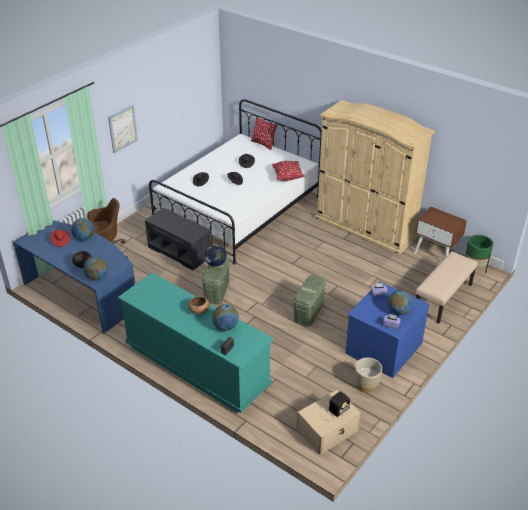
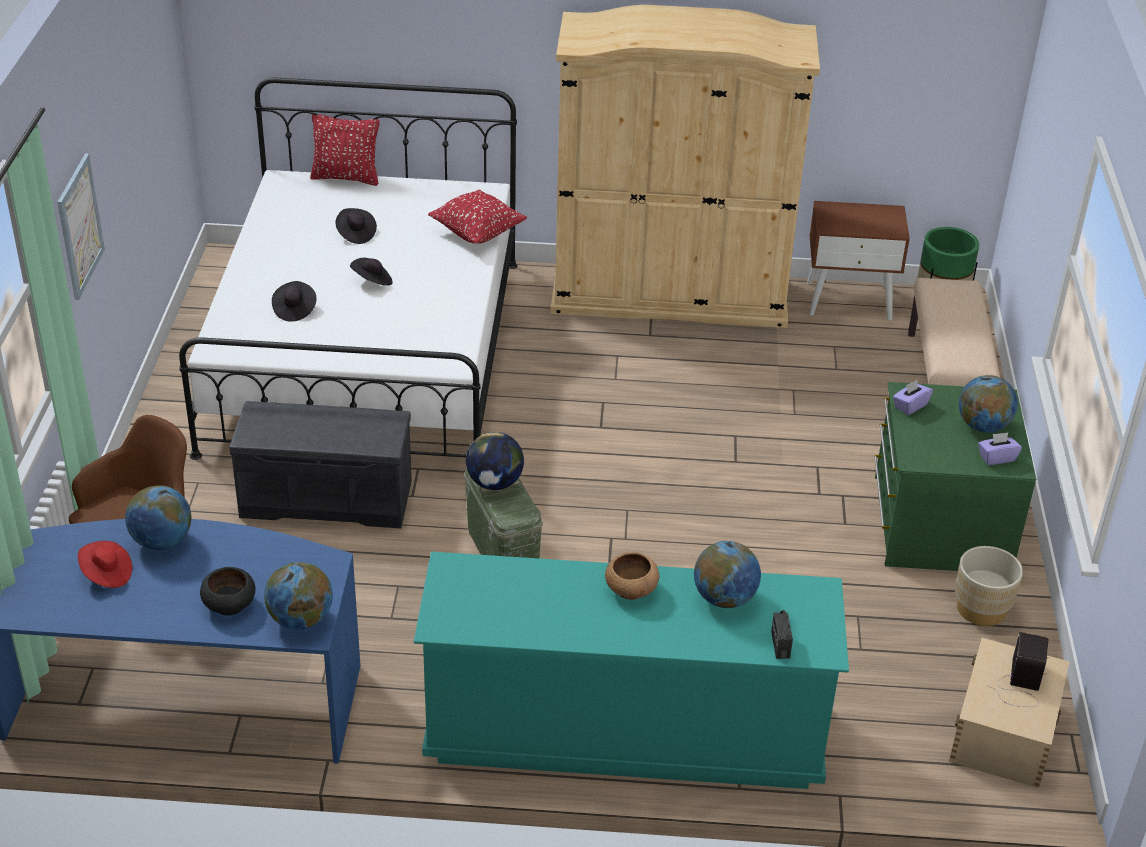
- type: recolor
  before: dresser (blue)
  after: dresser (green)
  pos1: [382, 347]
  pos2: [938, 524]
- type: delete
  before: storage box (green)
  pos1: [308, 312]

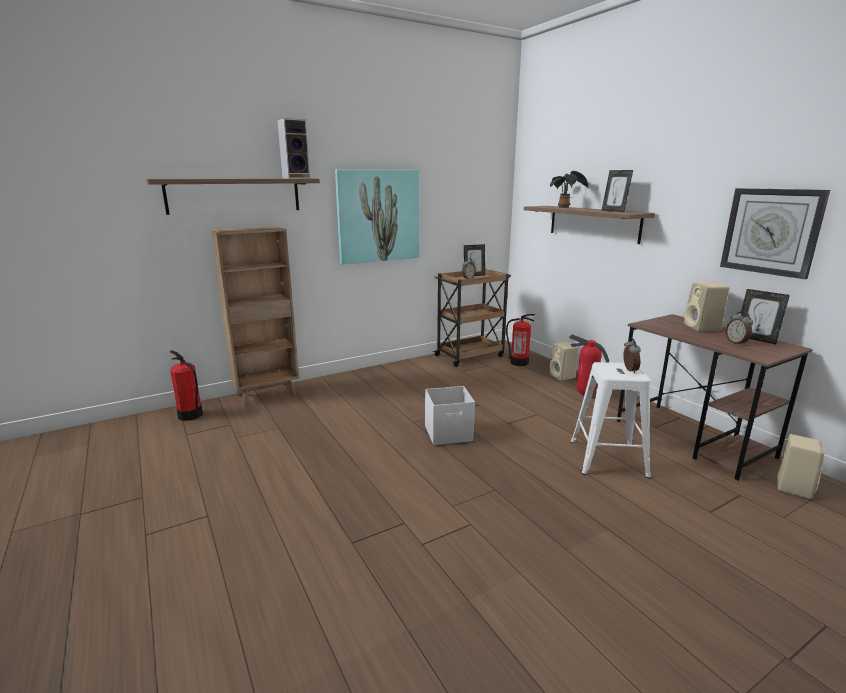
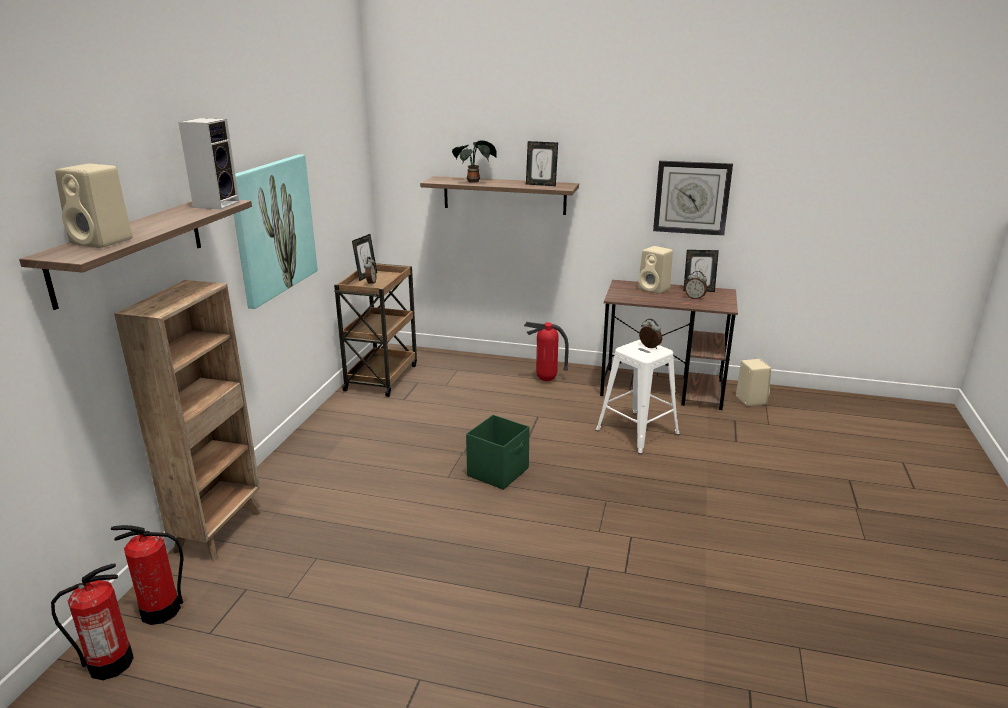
- type: move
  before: fire extinguisher
  pos1: [519, 362]
  pos2: [110, 663]
- type: move
  before: speaker (beige)
  pos1: [563, 376]
  pos2: [103, 241]
- type: recolor
  before: storage box (white)
  after: storage box (green)
  pos1: [449, 434]
  pos2: [499, 472]

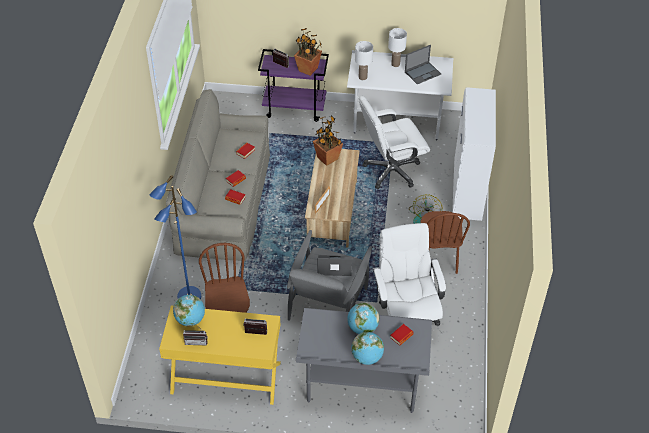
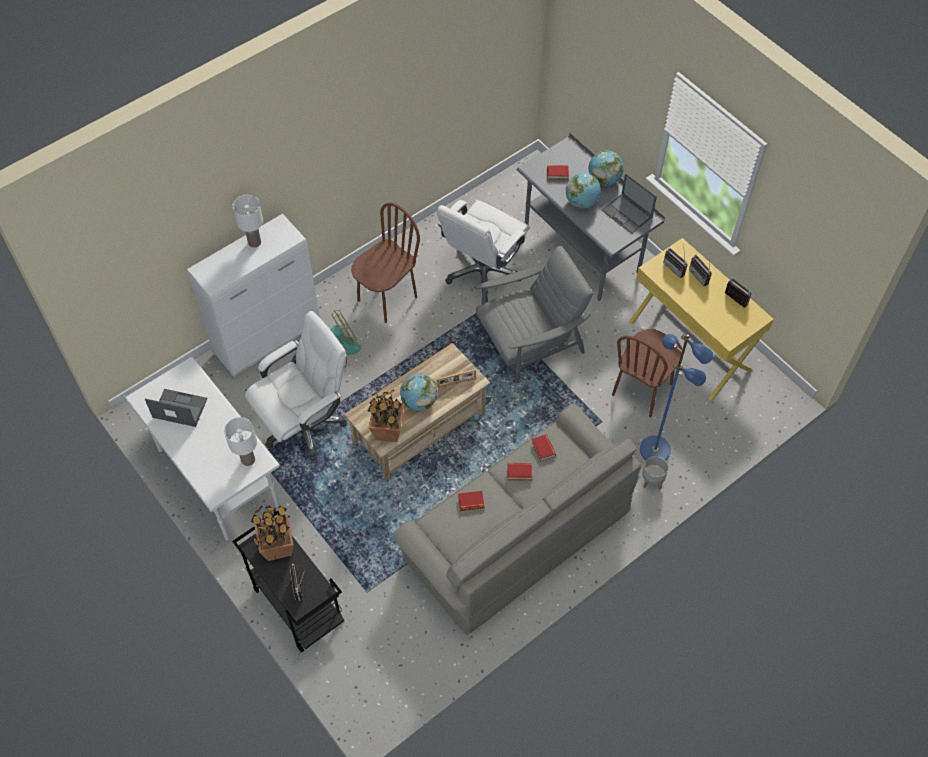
- type: recolor
  before: cart (purple)
  after: cart (black)
  pos1: [295, 108]
  pos2: [297, 605]
- type: move
  before: table lamp (white)
  pos1: [395, 64]
  pos2: [254, 242]
- type: rotate
  before: office chair (white)
  pos1: [391, 171]
  pos2: [304, 424]
  turn: -60
- type: move
  before: globe
  pos1: [190, 320]
  pos2: [419, 401]
- type: move
  before: laptop
  pos1: [334, 266]
  pos2: [627, 214]
- type: insert
  after: planter (grey)
  pos2: [652, 481]
- type: insert
  after: radio
  pos2: [701, 276]

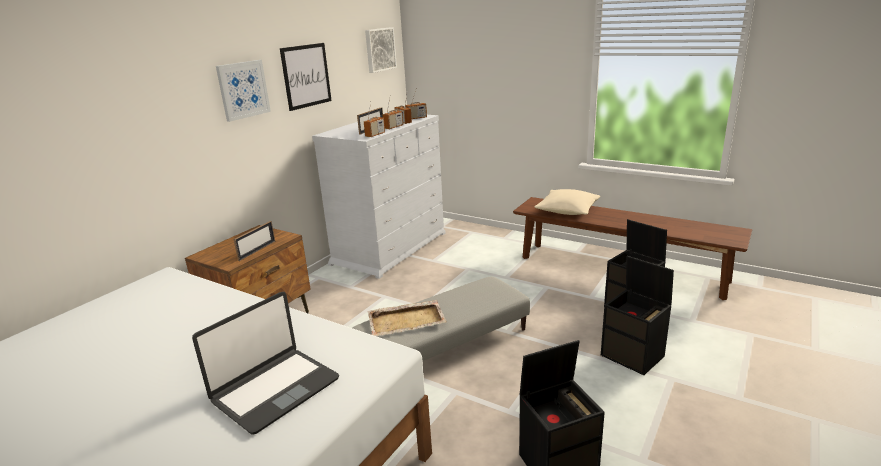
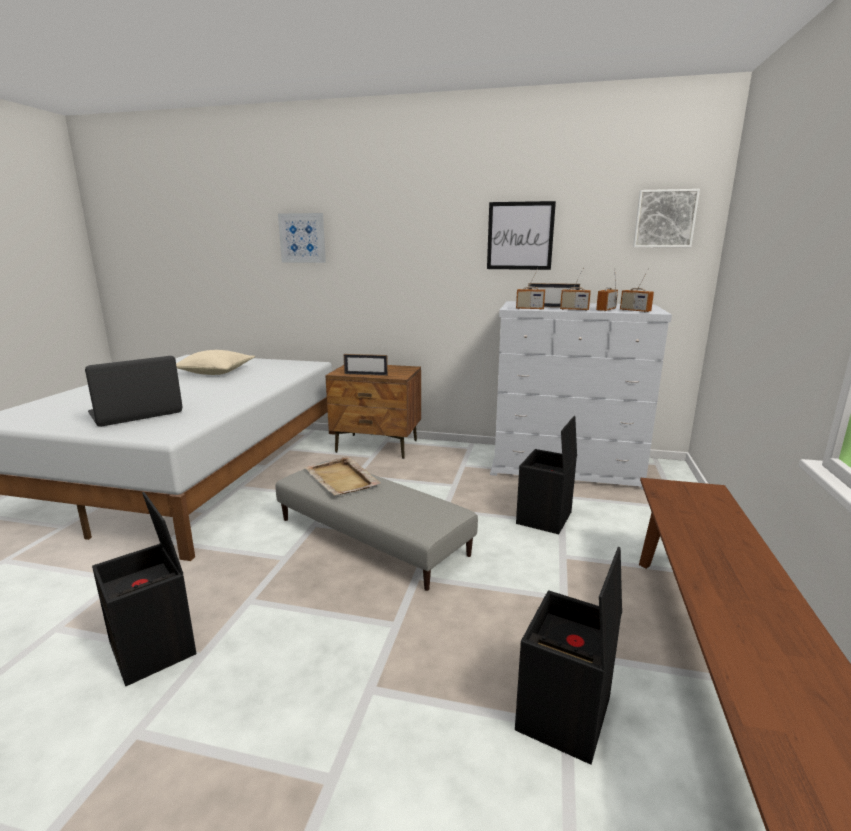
- type: rotate
  before: laptop
  pos1: [275, 390]
  pos2: [136, 413]
  turn: 120
- type: move
  before: pillow (beige)
  pos1: [567, 210]
  pos2: [215, 372]
- type: move
  before: picture
  pos1: [243, 90]
  pos2: [302, 238]
- type: move
  before: storage box (black)
  pos1: [633, 356]
  pos2: [544, 518]

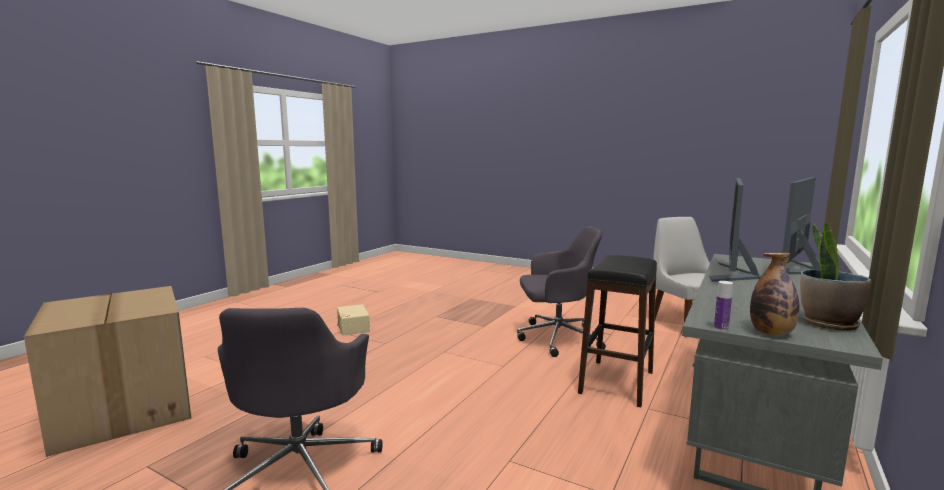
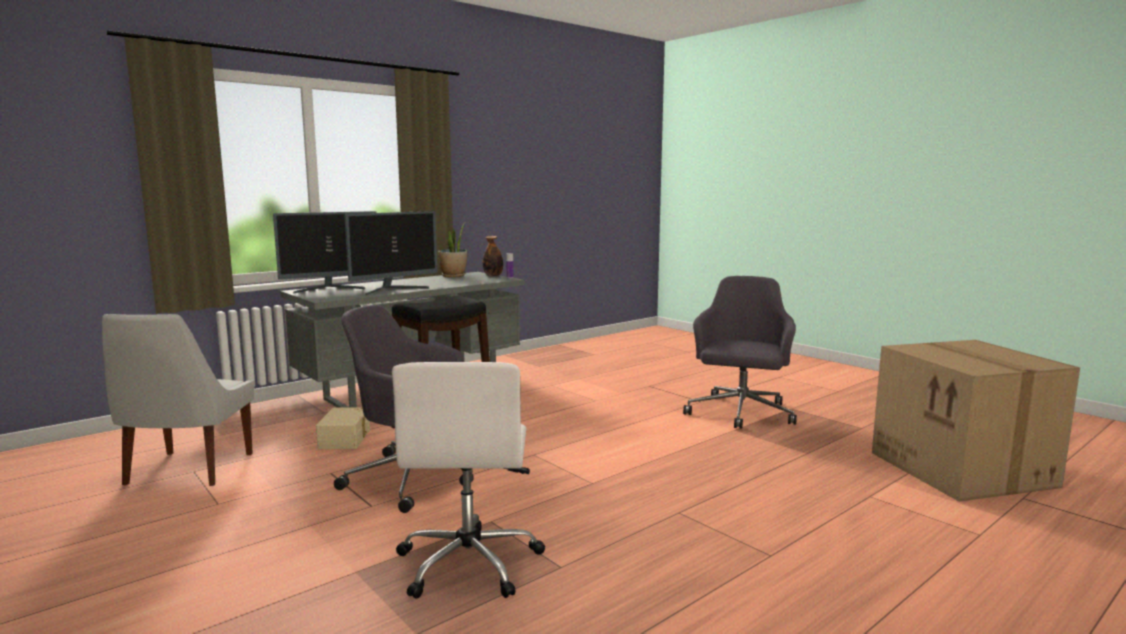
- type: move
  before: storage box (beige)
  pos1: [352, 327]
  pos2: [346, 439]
- type: insert
  after: office chair (white)
  pos2: [469, 562]

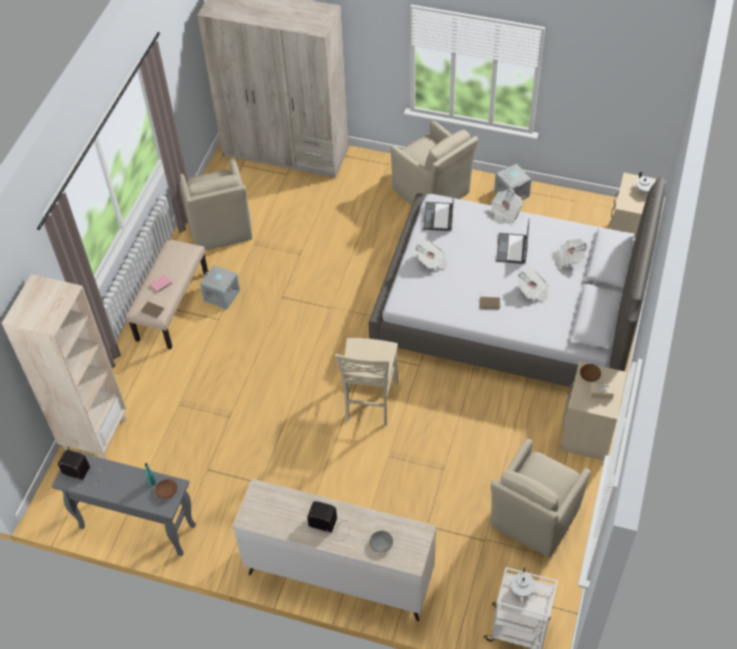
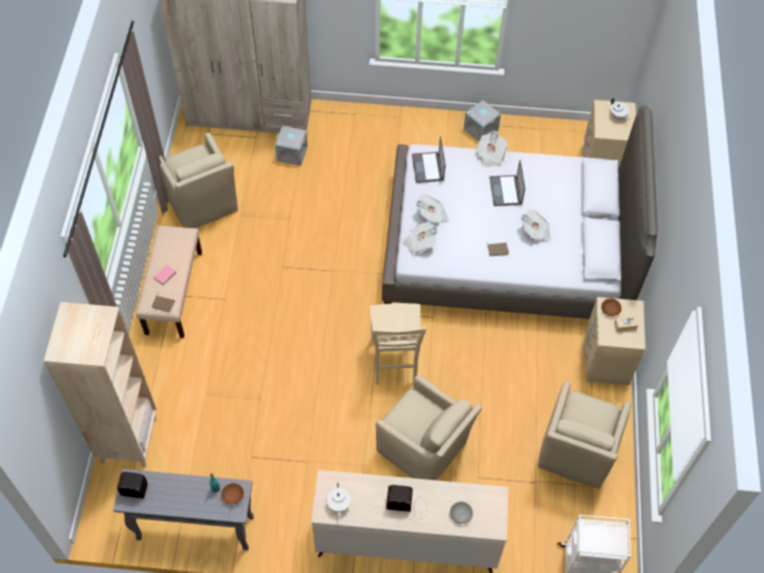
- type: move
  before: storage box (grey)
  pos1: [222, 295]
  pos2: [292, 153]
- type: move
  before: teapot (white)
  pos1: [521, 590]
  pos2: [338, 504]
- type: move
  before: armchair (beige)
  pos1: [432, 193]
  pos2: [423, 449]
- type: move
  before: newspaper
  pos1: [567, 258]
  pos2: [419, 243]

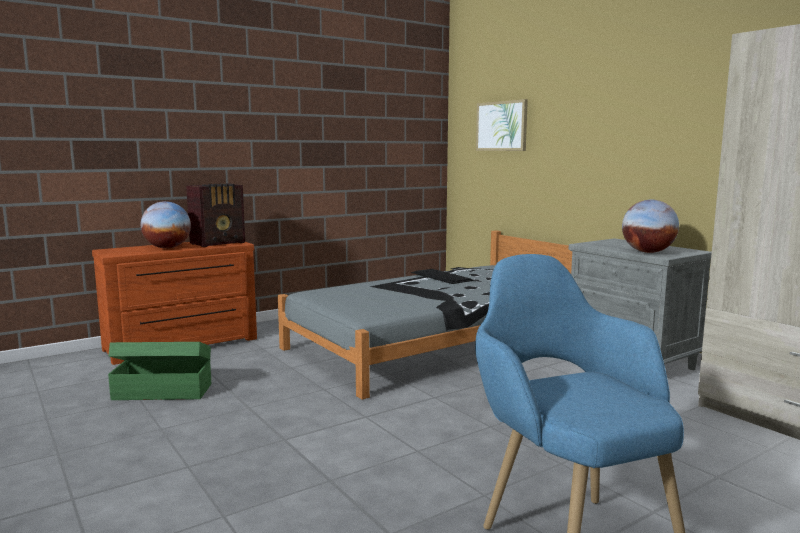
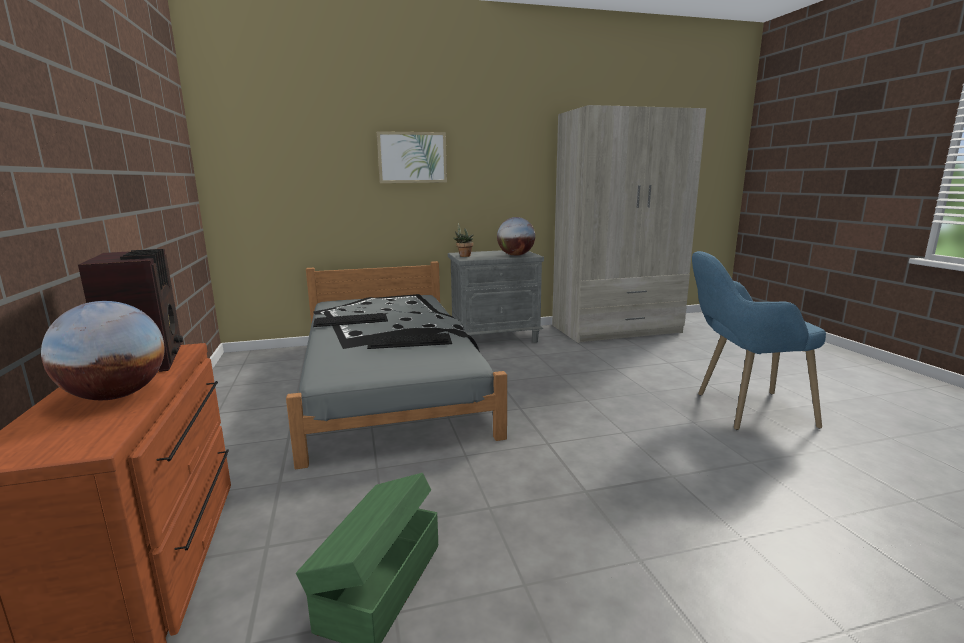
- type: insert
  after: keyboard
  pos2: [410, 341]
- type: move
  before: picture
  pos1: [502, 126]
  pos2: [412, 157]
- type: insert
  after: potted plant
  pos2: [463, 256]

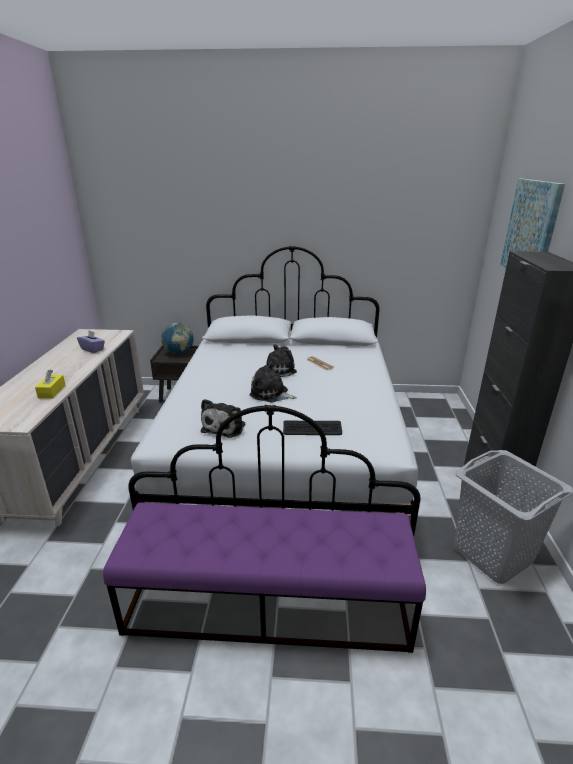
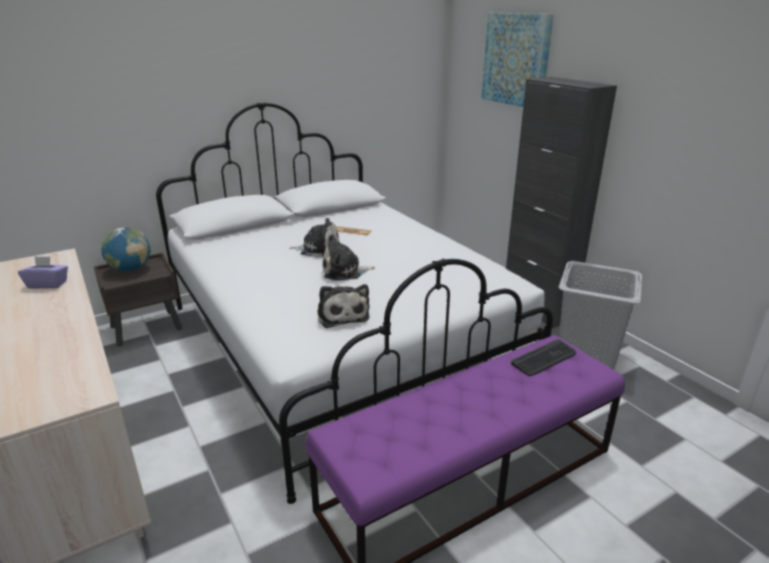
- type: rotate
  before: plush toy
  pos1: [277, 371]
  pos2: [318, 249]
  turn: 75
- type: move
  before: keyboard
  pos1: [312, 429]
  pos2: [544, 358]
- type: delete
  before: tissue box (yellow)
  pos1: [52, 391]

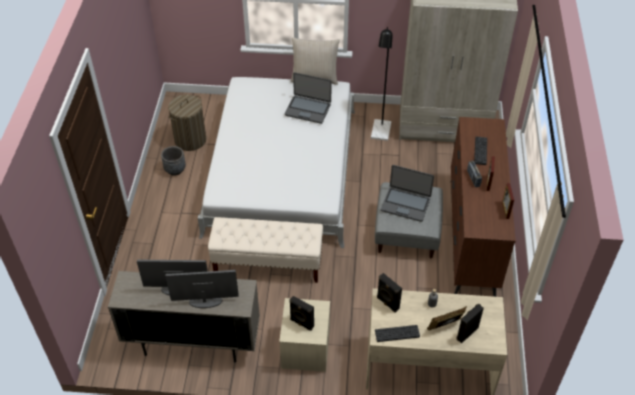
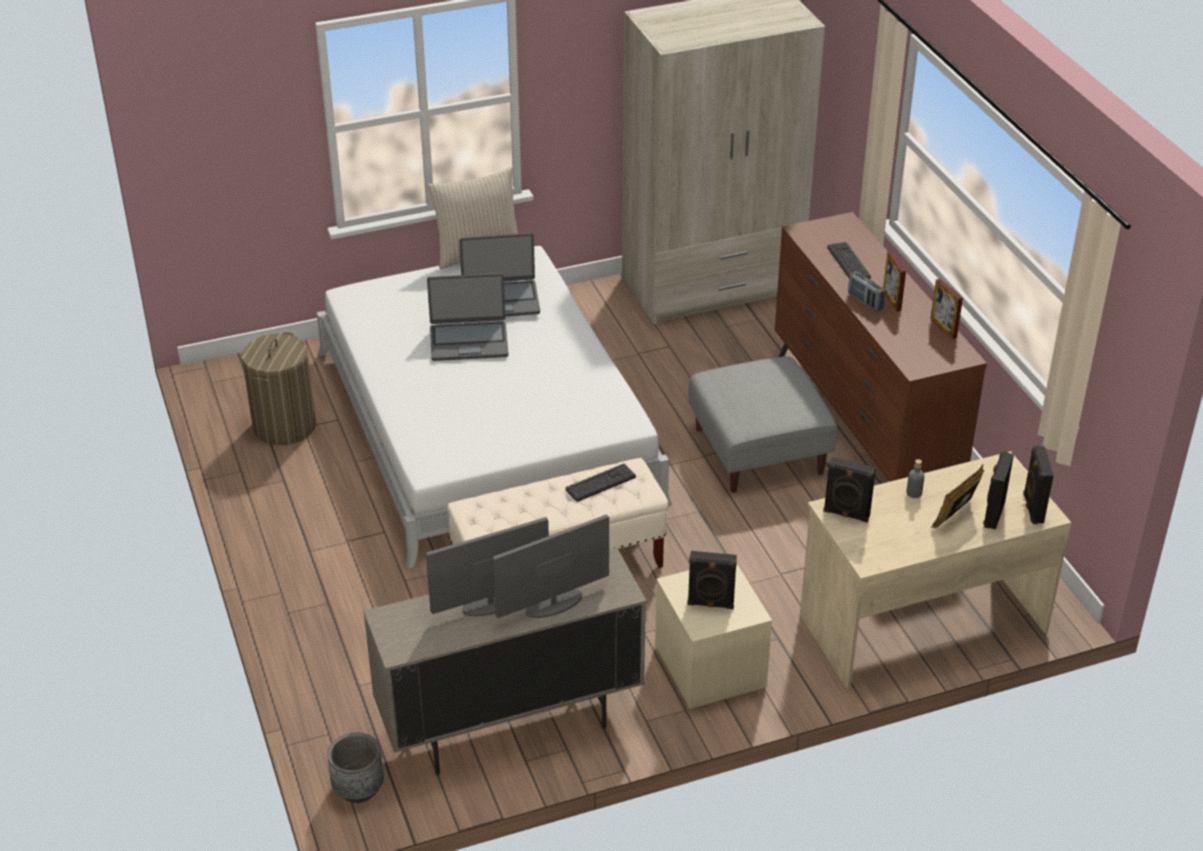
- type: move
  before: planter (grey)
  pos1: [175, 170]
  pos2: [358, 789]
- type: move
  before: laptop
  pos1: [405, 204]
  pos2: [469, 341]
- type: move
  before: keyboard
  pos1: [397, 333]
  pos2: [600, 483]
- type: insert
  after: speaker (black)
  pos2: [1032, 508]
- type: delete
  before: floor lamp (black)
  pos1: [380, 134]

